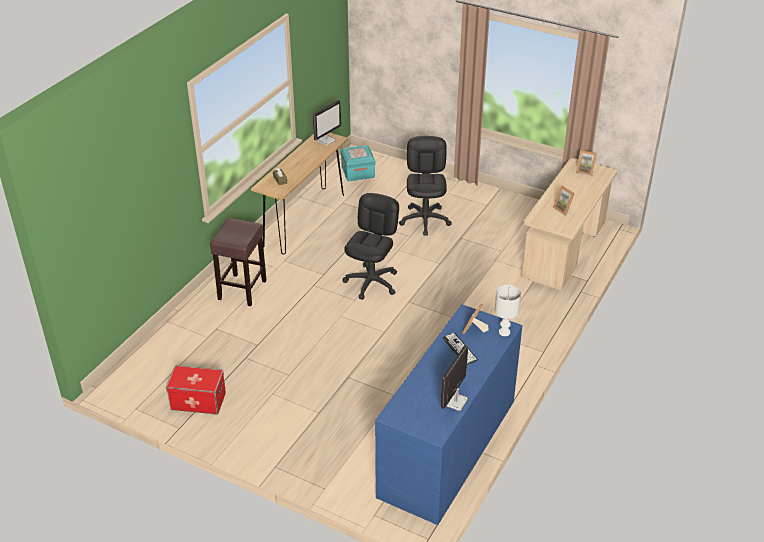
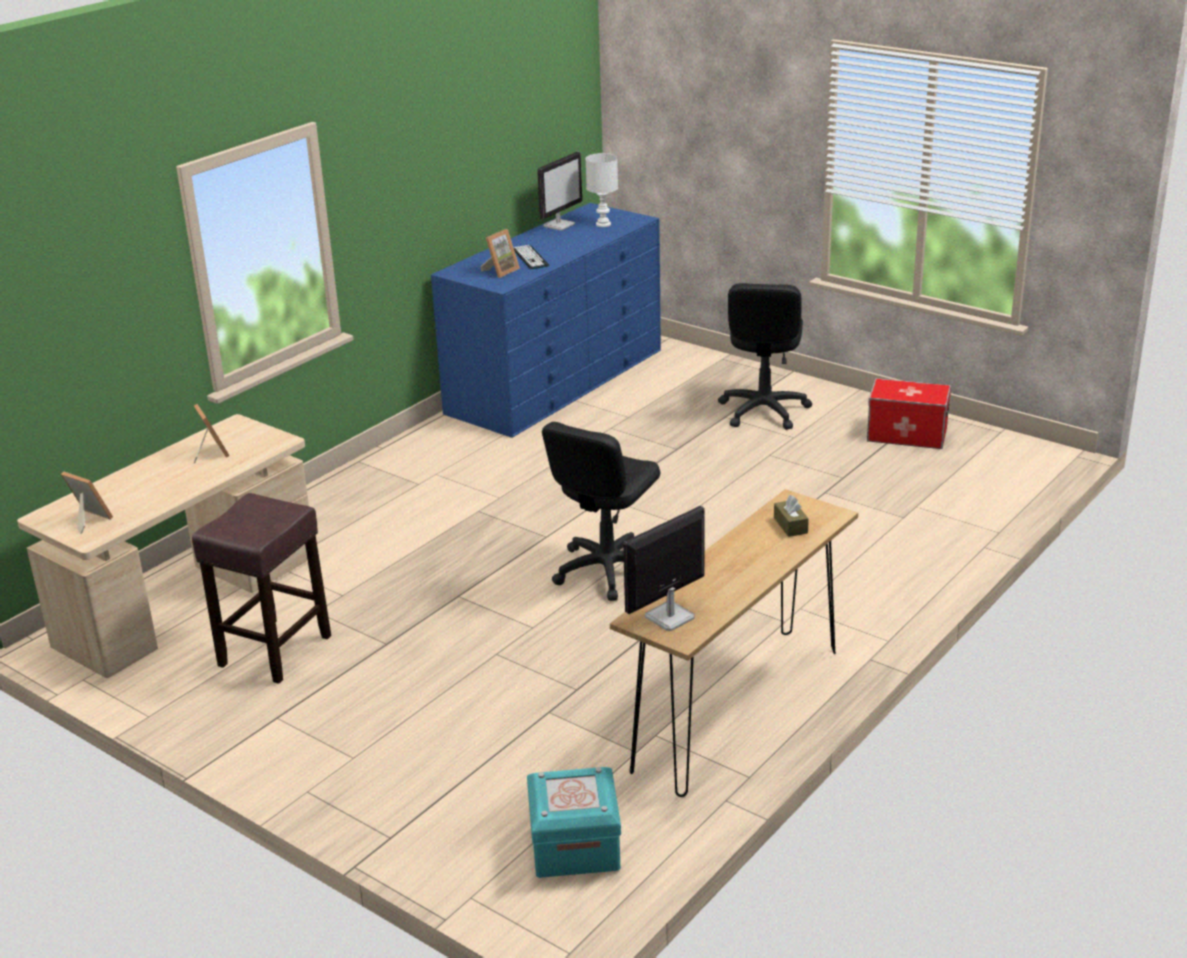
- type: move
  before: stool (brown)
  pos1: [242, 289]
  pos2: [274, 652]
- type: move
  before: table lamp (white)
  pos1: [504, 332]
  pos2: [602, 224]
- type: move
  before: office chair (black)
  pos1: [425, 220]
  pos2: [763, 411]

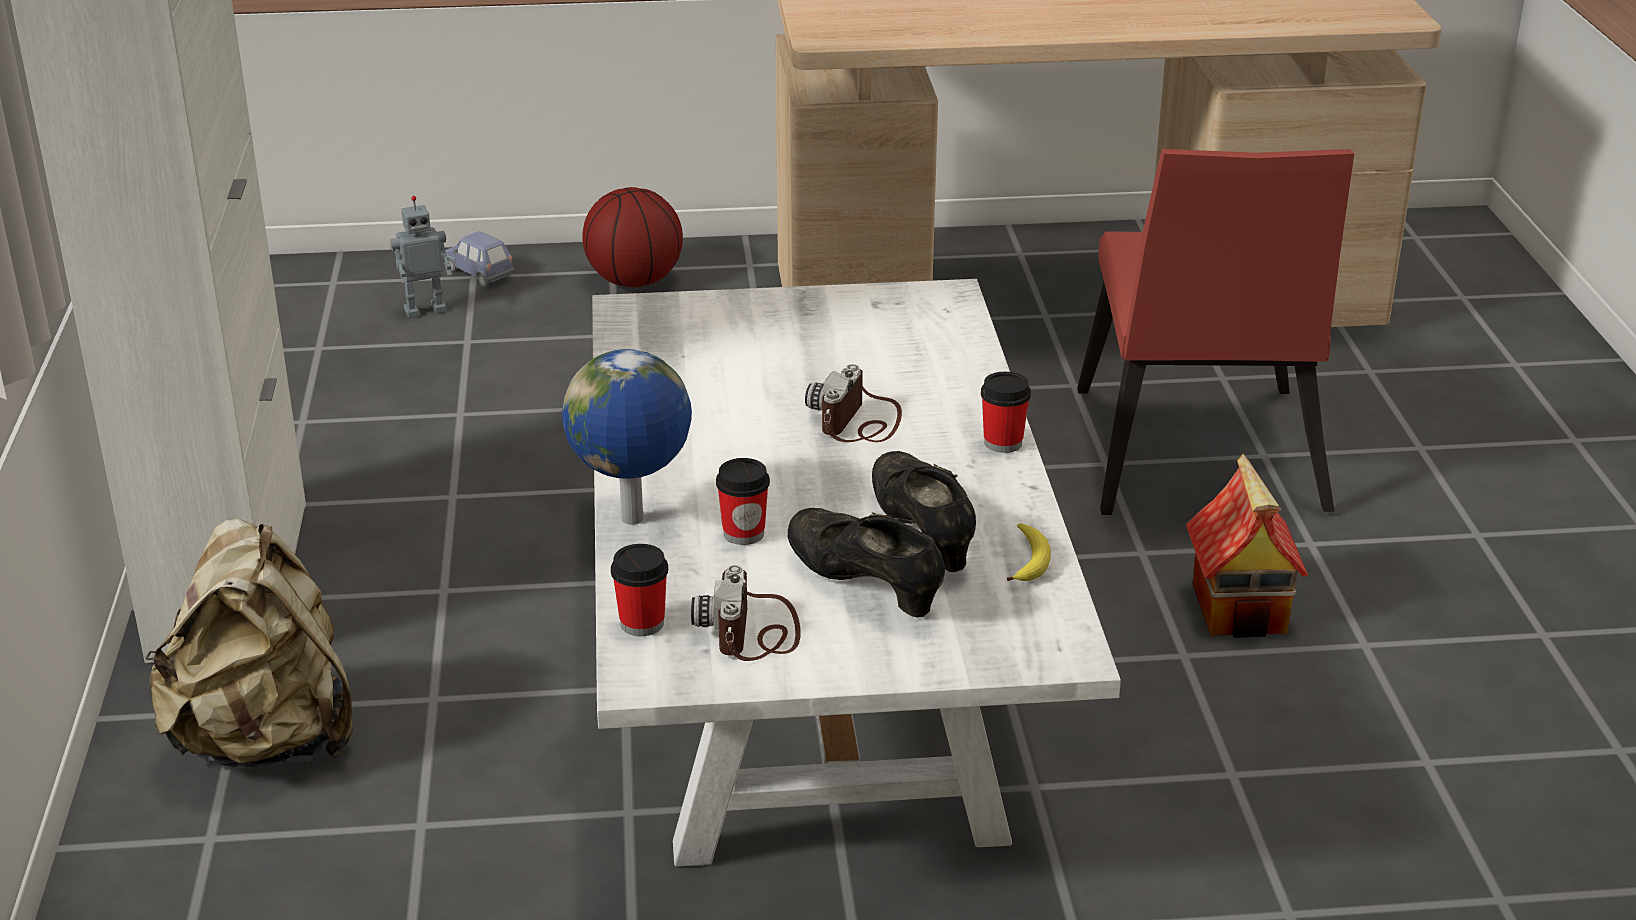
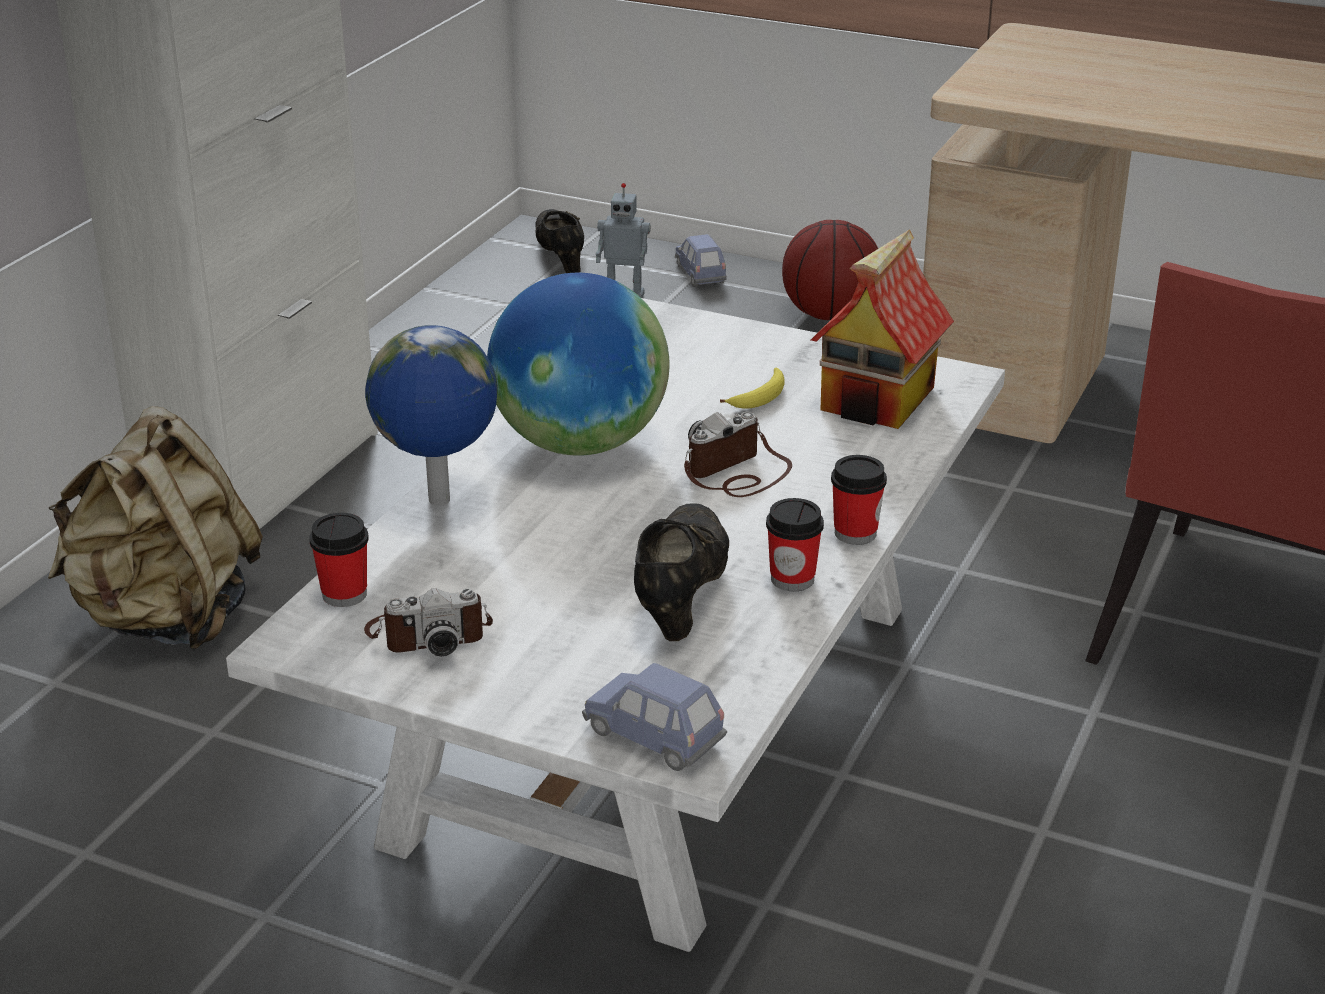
- type: rotate
  before: photo camera
  pos1: [753, 631]
  pos2: [429, 634]
  turn: -135
- type: insert
  after: globe
  pos2: [579, 443]
- type: move
  before: shoe (black)
  pos1: [865, 586]
  pos2: [560, 257]
- type: insert
  after: toy car (blue)
  pos2: [654, 737]
- type: move
  before: banana
  pos1: [1029, 561]
  pos2: [760, 396]
- type: move
  before: cup
  pos1: [743, 533]
  pos2: [792, 579]
- type: move
  before: toy house
  pos1: [1241, 609]
  pos2: [879, 400]

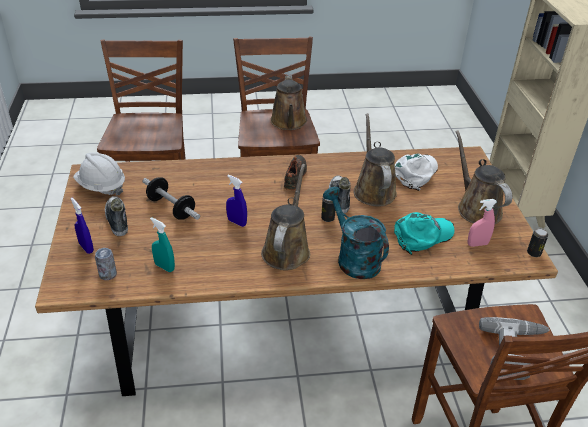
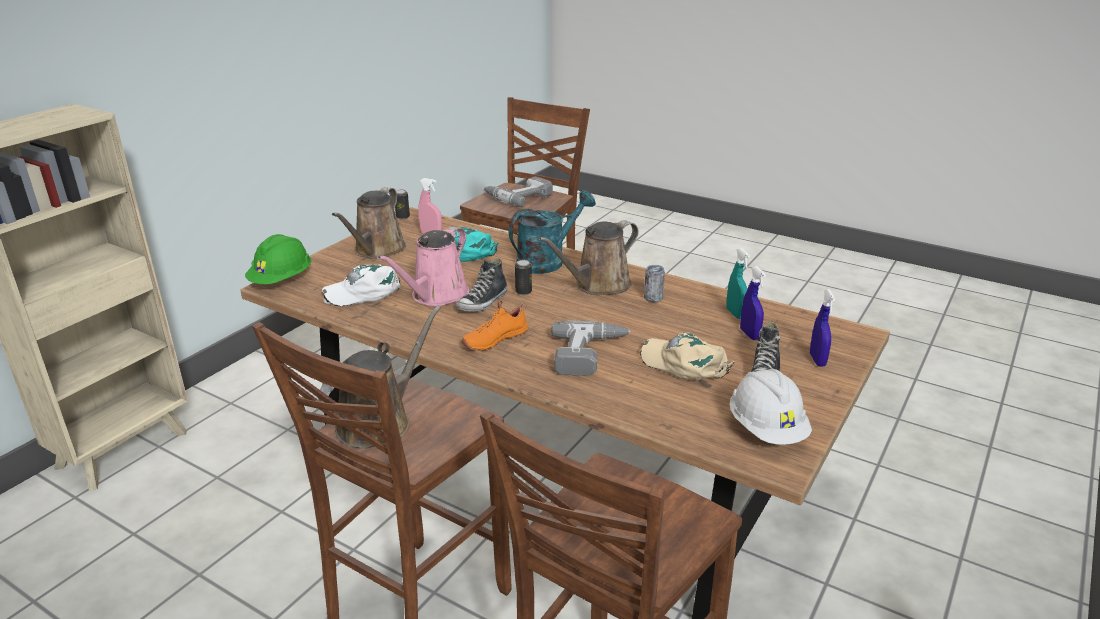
- type: insert
  after: hard hat (green)
  pos2: [282, 280]
- type: recolor
  before: watering can (brown)
  after: watering can (pink)
  pos1: [373, 190]
  pos2: [436, 295]
- type: recolor
  before: shoe (black)
  after: shoe (orange)
  pos1: [296, 176]
  pos2: [494, 339]
- type: rotate
  before: watering can (turquoise)
  pos1: [353, 258]
  pos2: [547, 260]
  turn: -135
- type: insert
  after: power drill
  pos2: [590, 354]
- type: replace
  before: dumbbell
  after: cap (beige)
  pos1: [171, 208]
  pos2: [685, 363]
- type: move
  before: can
  pos1: [108, 275]
  pos2: [653, 298]
- type: move
  before: spray bottle (blue)
  pos1: [237, 222]
  pos2: [749, 334]

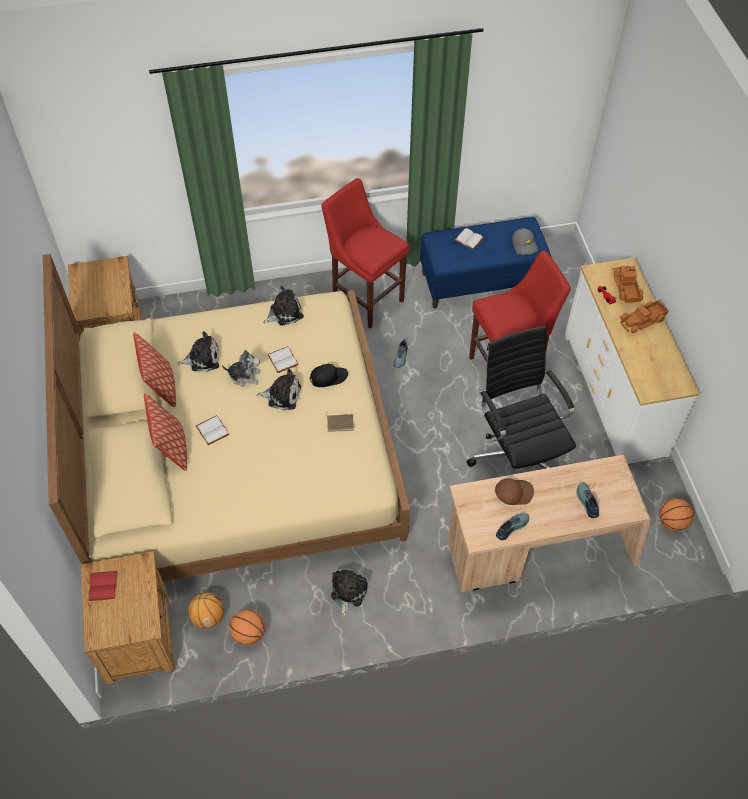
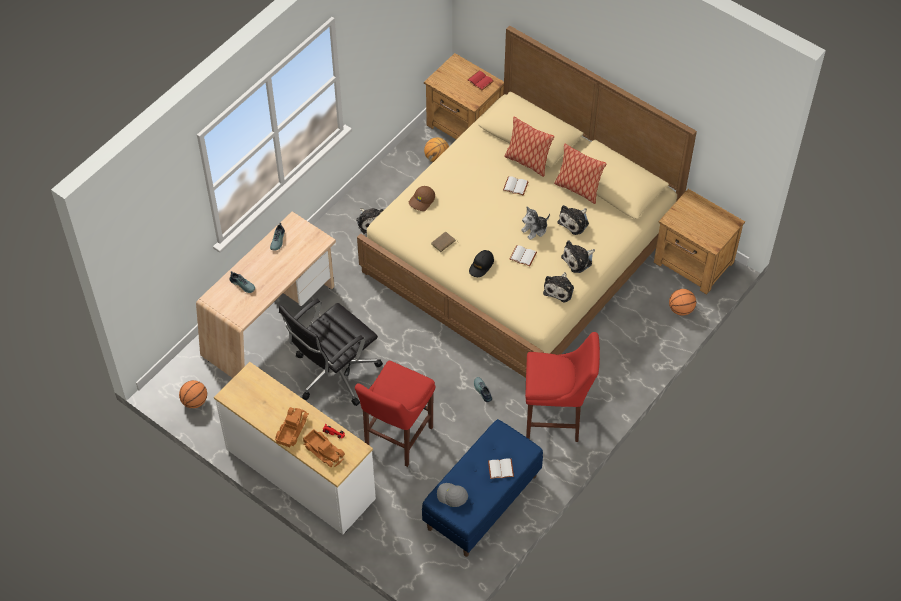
- type: rotate
  before: office chair (black)
  pos1: [517, 458]
  pos2: [333, 373]
  turn: 105
- type: move
  before: cap (brown)
  pos1: [513, 493]
  pos2: [422, 201]
- type: move
  before: plush toy
  pos1: [282, 395]
  pos2: [578, 260]
- type: move
  before: basketball
  pos1: [249, 633]
  pos2: [681, 309]

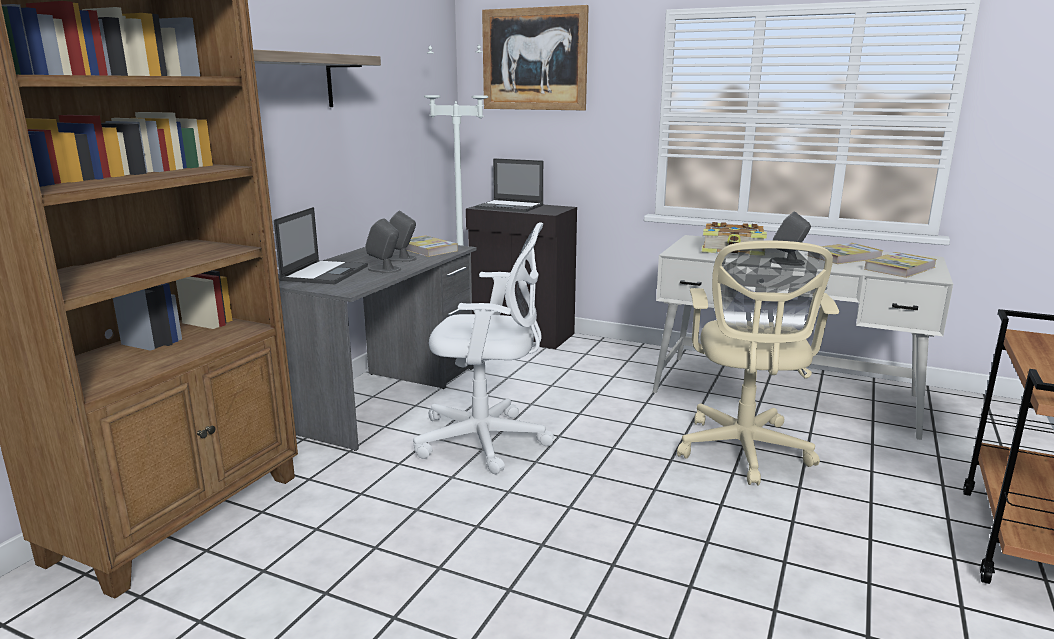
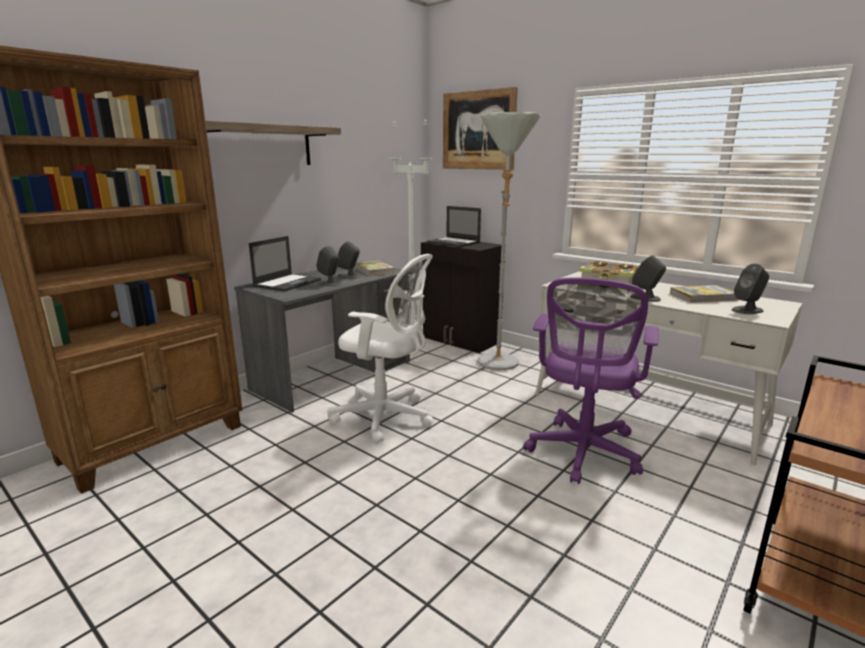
- type: insert
  after: floor lamp (grey)
  pos2: [498, 366]
- type: recolor
  before: office chair (beige)
  after: office chair (purple)
  pos1: [743, 452]
  pos2: [582, 454]
- type: replace
  before: book
  after: speaker (grey)
  pos1: [900, 268]
  pos2: [747, 310]

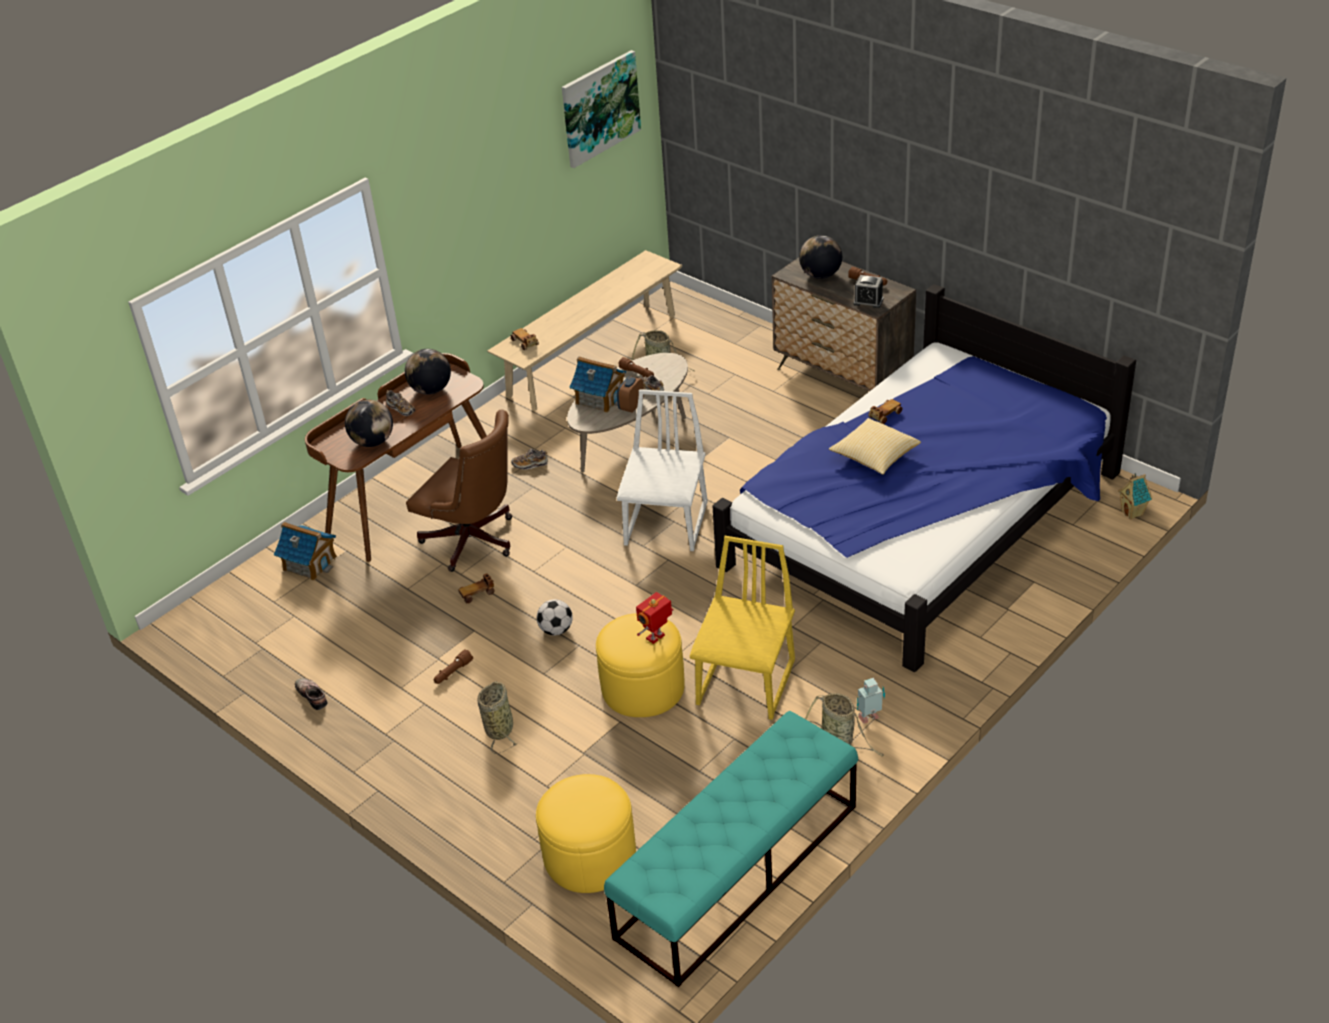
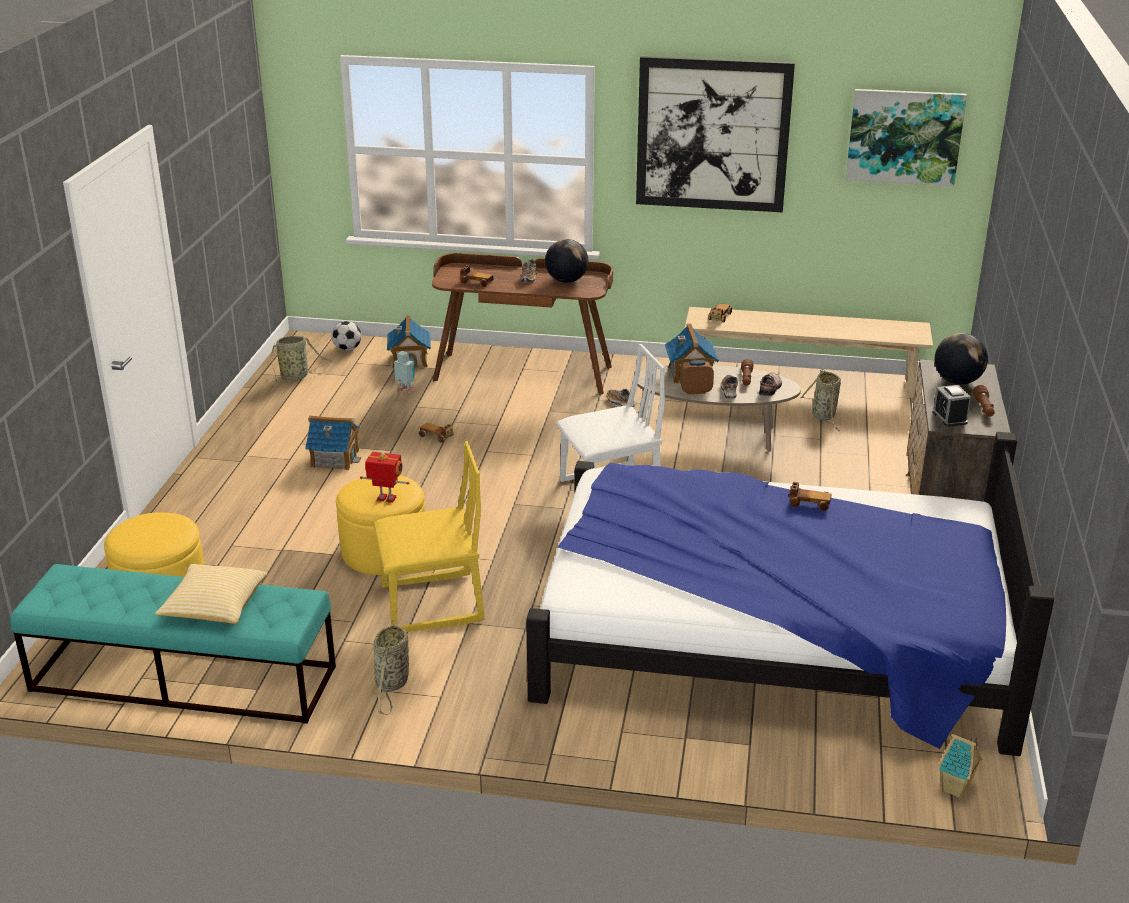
- type: move
  before: pillow
  pos1: [874, 456]
  pos2: [215, 607]
- type: move
  before: basket
  pos1: [499, 728]
  pos2: [296, 376]
- type: replace
  before: flashlight (brown)
  after: toy house
  pos1: [453, 672]
  pos2: [334, 458]
- type: move
  before: football
  pos1: [556, 630]
  pos2: [347, 349]
- type: move
  before: toy robot
  pos1: [870, 718]
  pos2: [405, 391]
- type: replace
  before: globe
  after: toy car
  pos1: [373, 442]
  pos2: [476, 282]
- type: insert
  after: picture
  pos2: [713, 134]
- type: move
  before: shoe
  pos1: [313, 695]
  pos2: [770, 388]
- type: delete
  before: office chair (brown)
  pos1: [474, 543]

